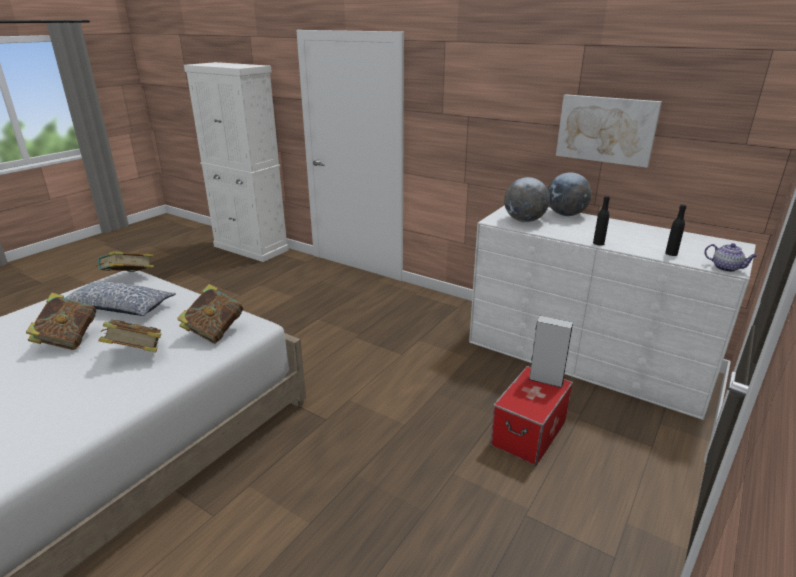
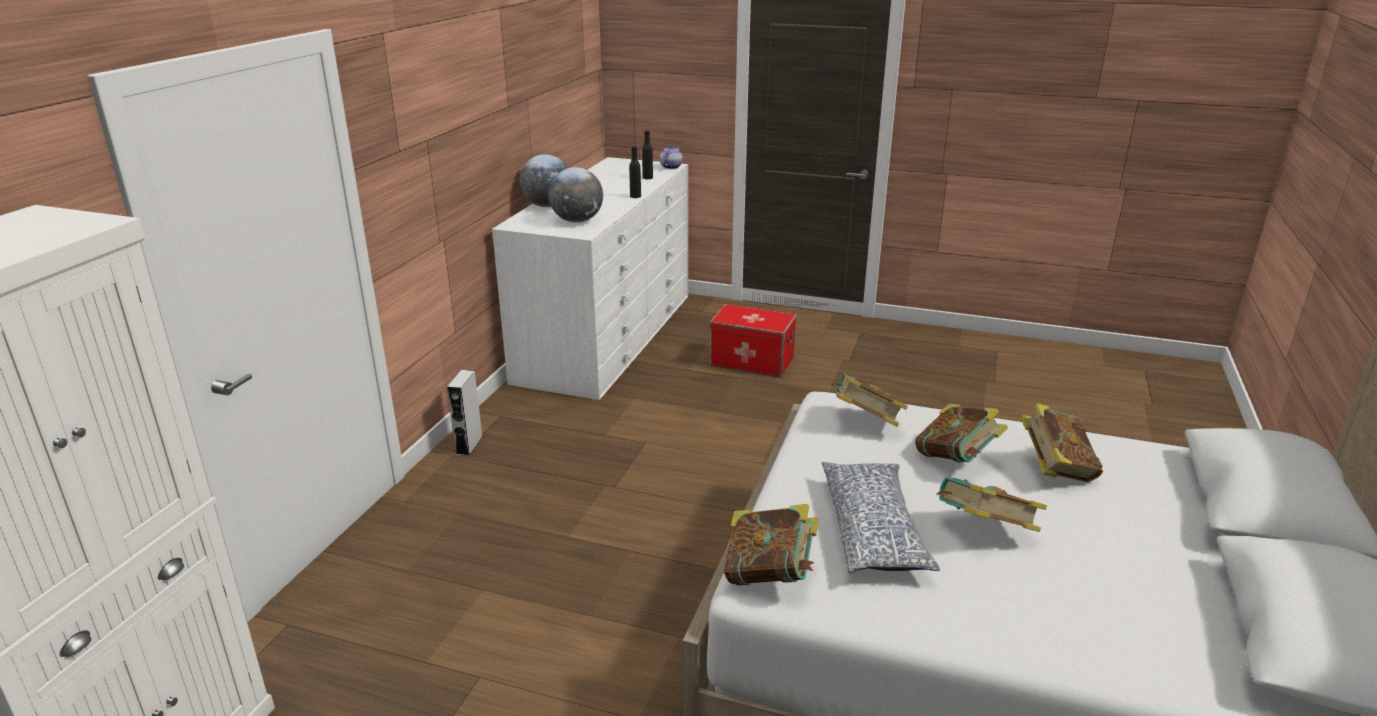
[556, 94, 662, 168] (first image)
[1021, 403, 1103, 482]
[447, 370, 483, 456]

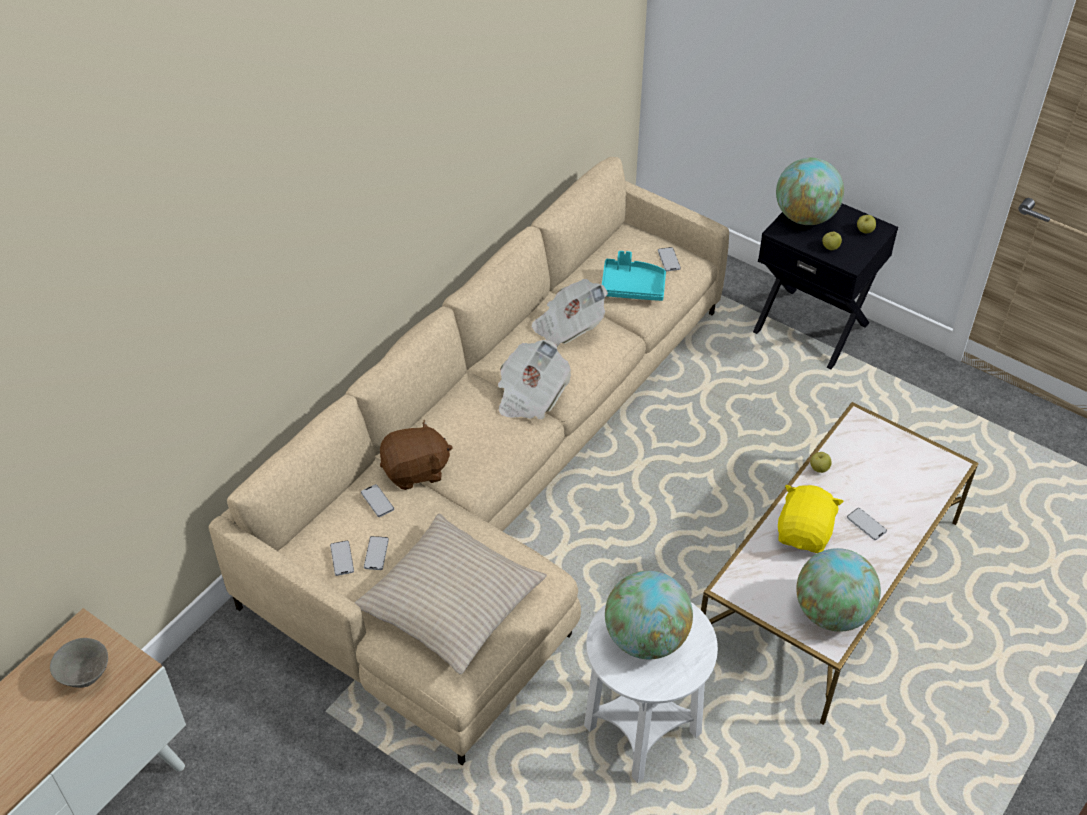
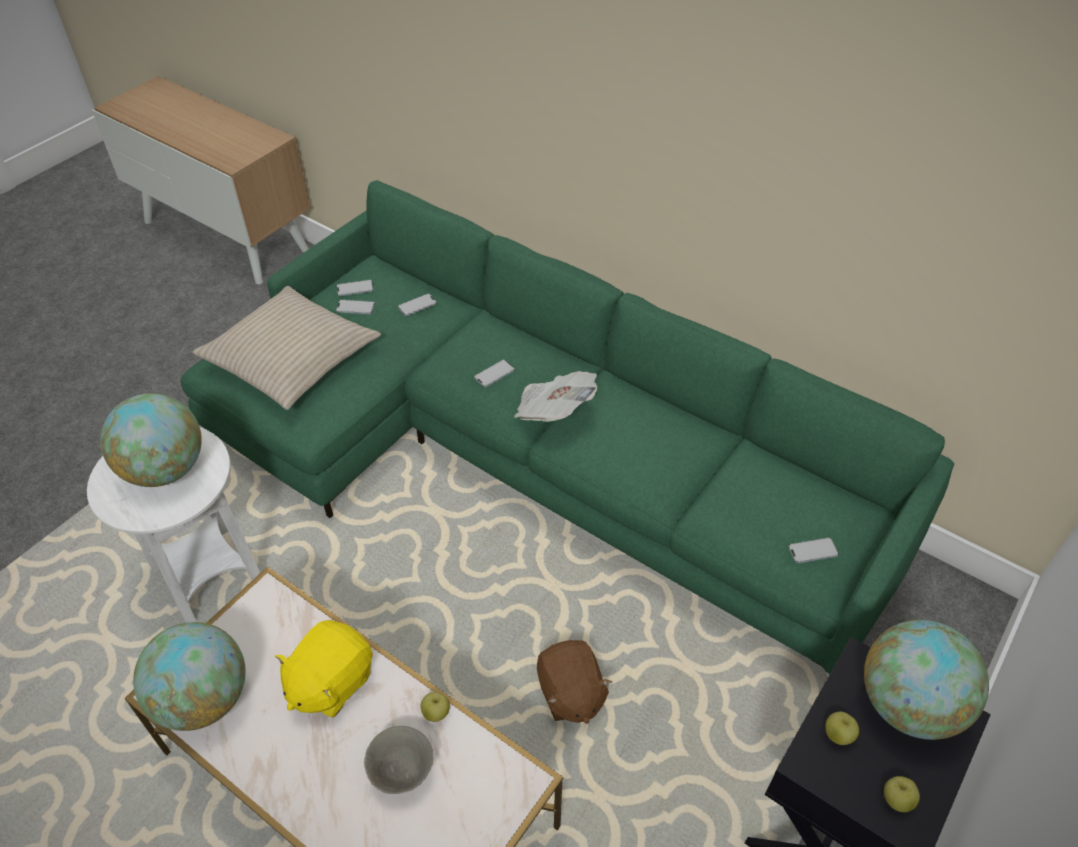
[532, 279, 608, 347] (first image)
[602, 251, 666, 301] (first image)
[364, 726, 433, 794]
[537, 640, 612, 724]
[474, 360, 515, 387]
[181, 180, 954, 674]
[275, 620, 373, 718]

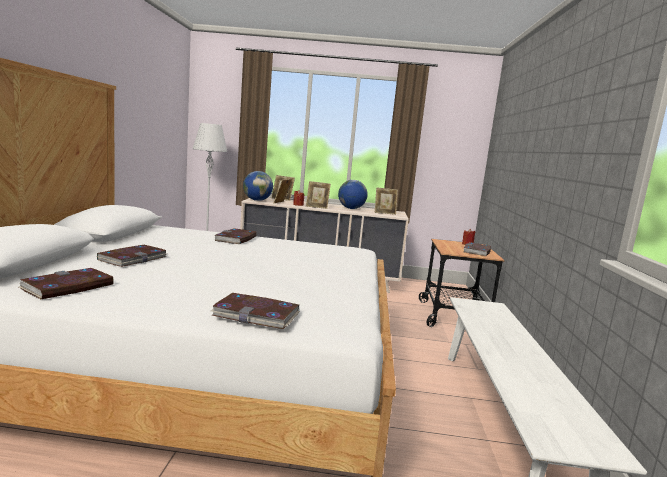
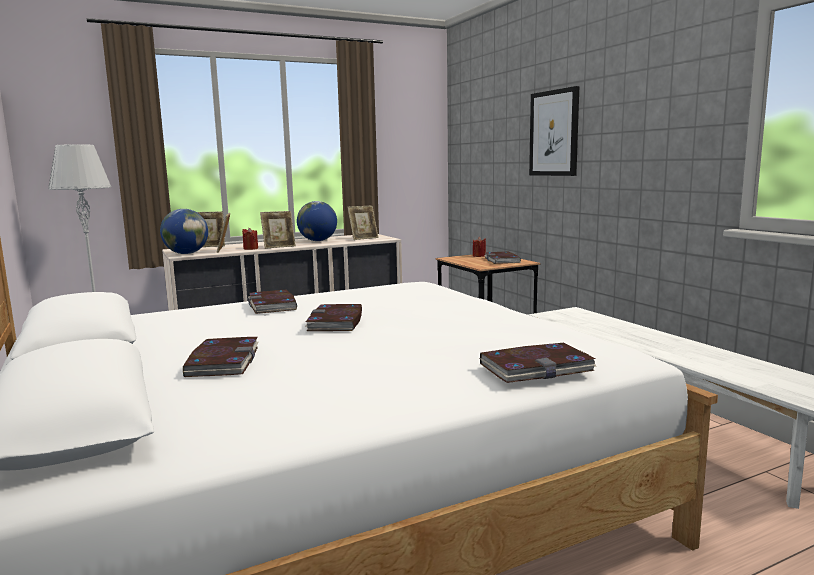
[529, 86, 579, 176]
[305, 304, 362, 331]

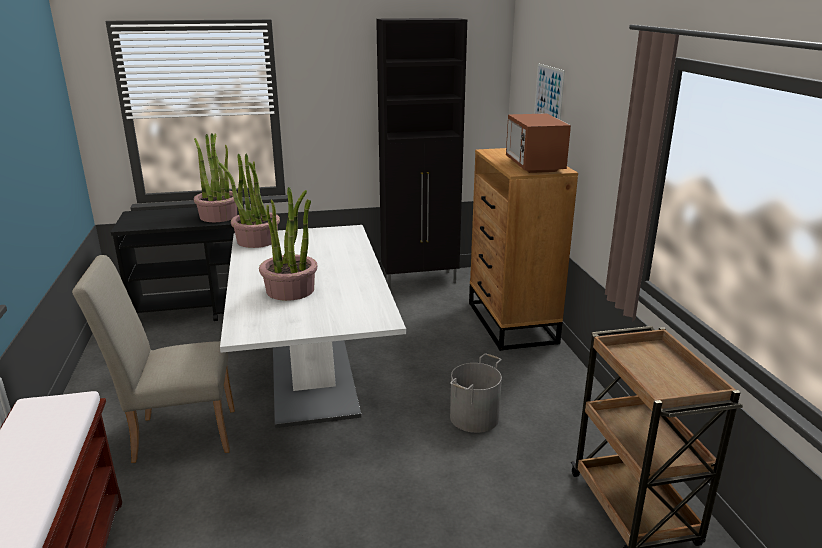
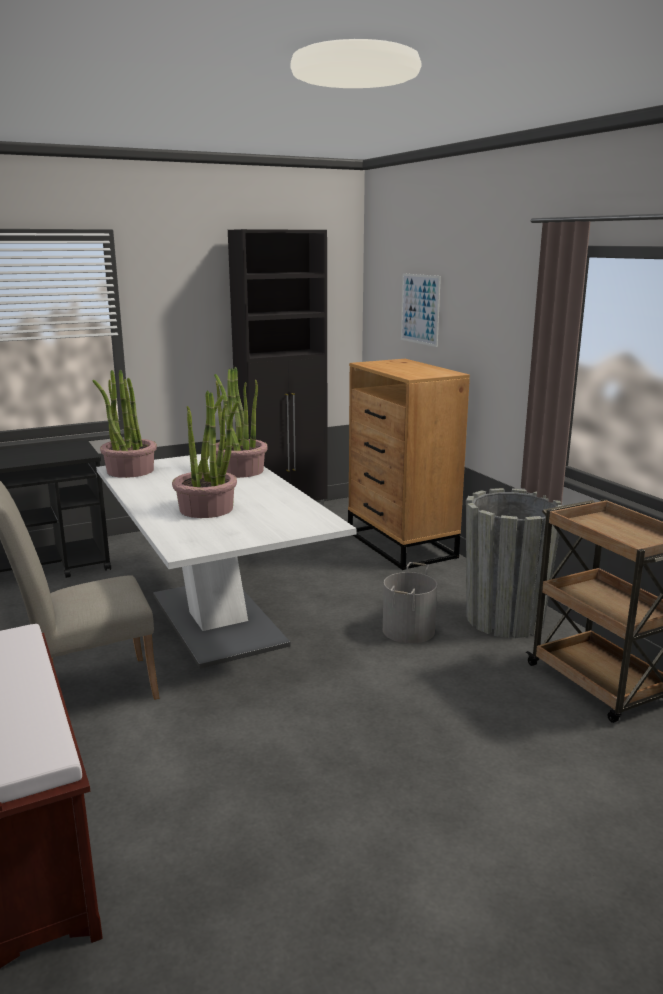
[506, 113, 571, 173] (first image)
[466, 488, 563, 638]
[214, 367, 268, 478]

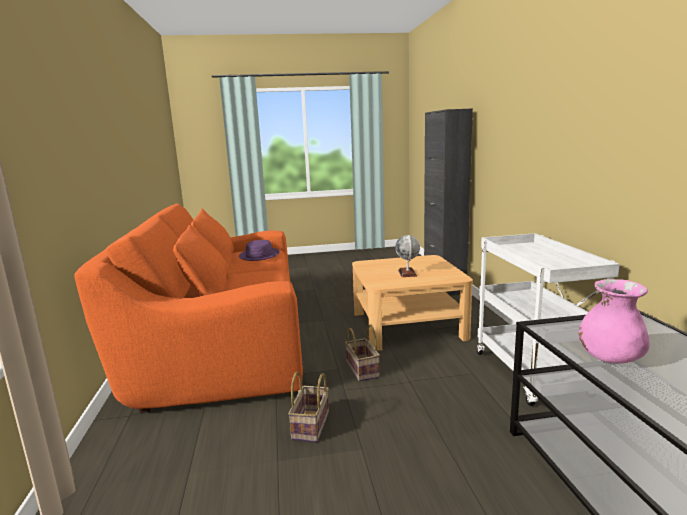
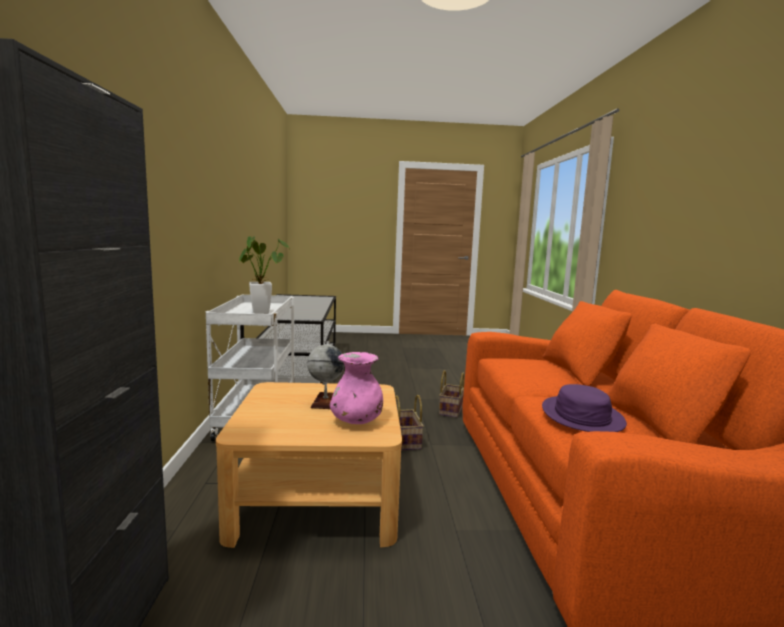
[239, 236, 290, 314]
[330, 352, 383, 424]

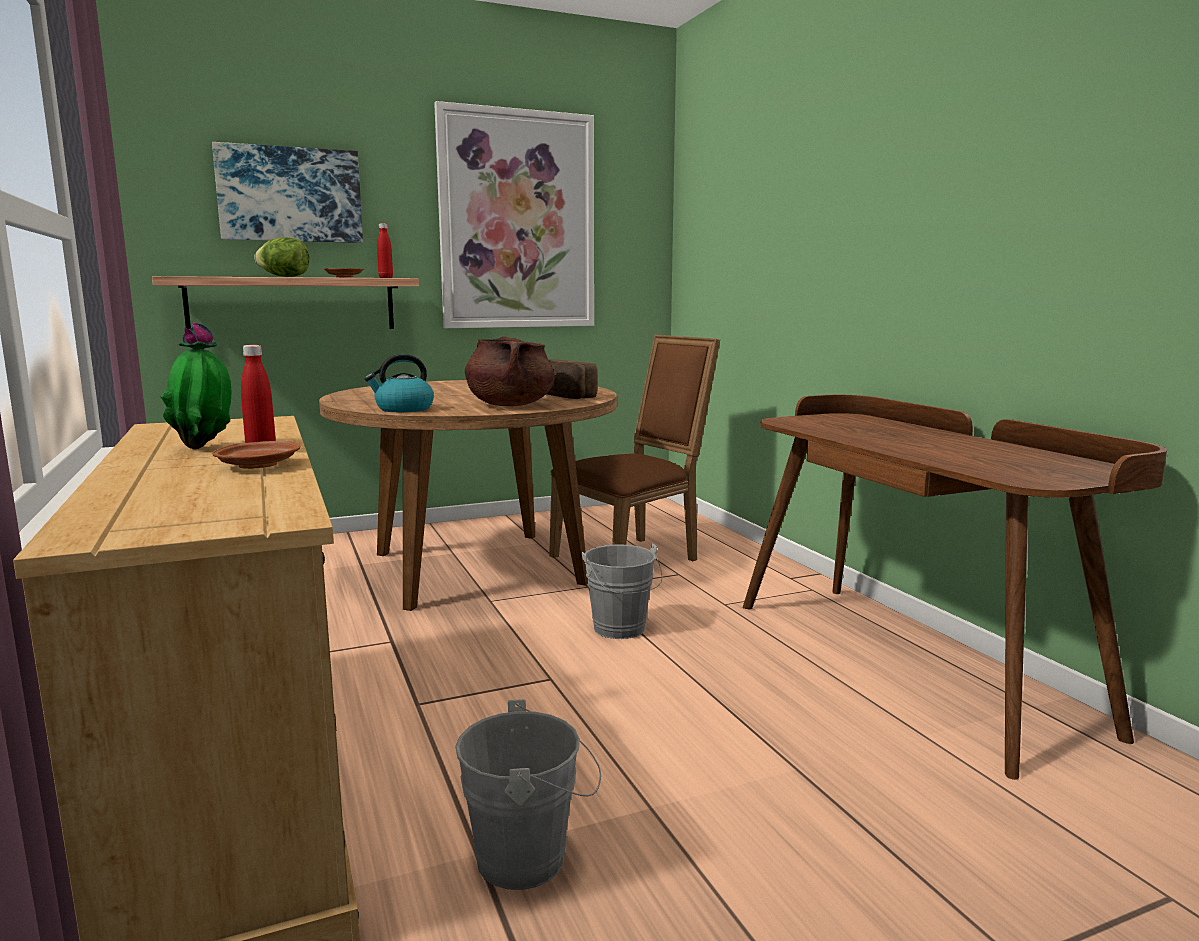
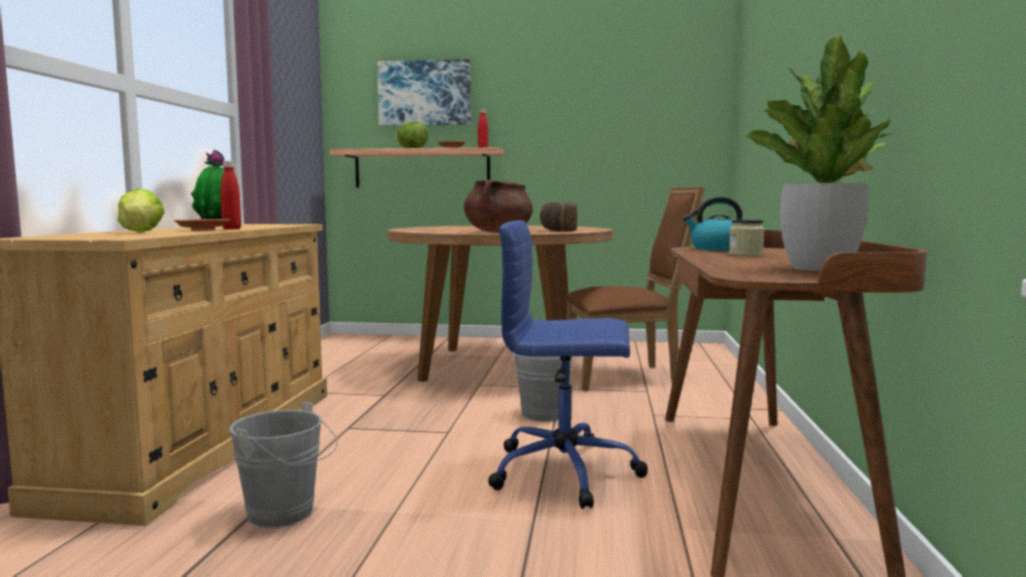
[434, 101, 594, 328] (first image)
[118, 188, 165, 232]
[488, 220, 648, 509]
[729, 219, 764, 256]
[746, 34, 897, 271]
[683, 197, 743, 251]

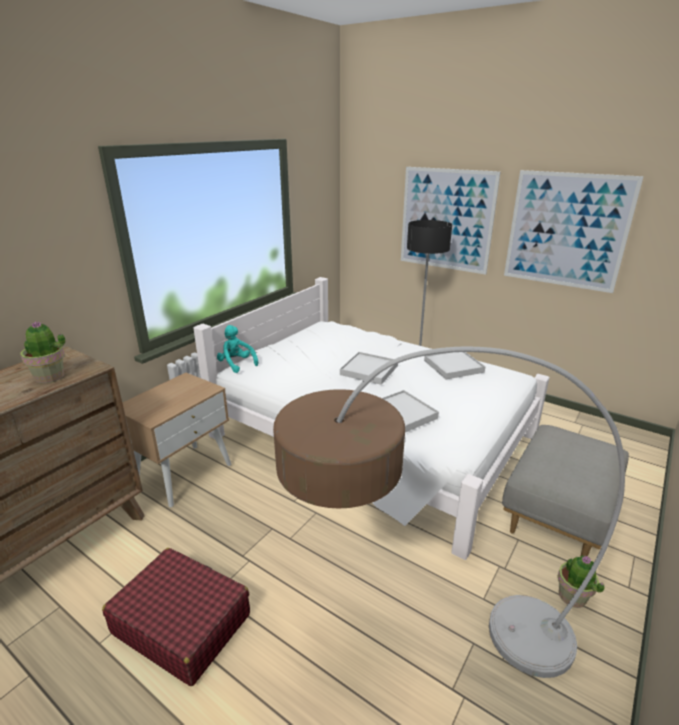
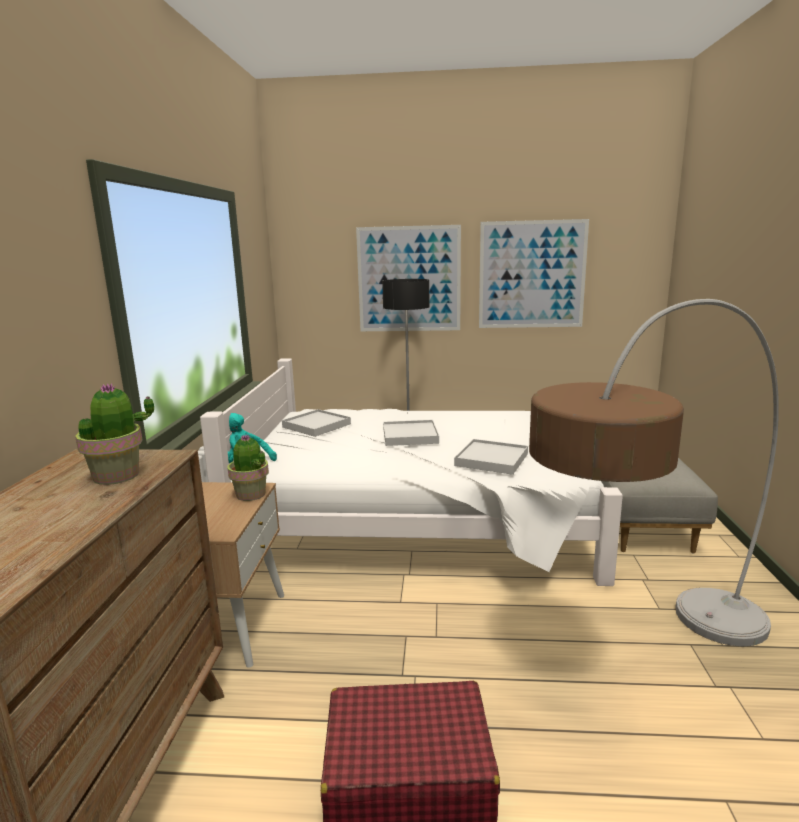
[282, 409, 351, 437]
[227, 434, 269, 501]

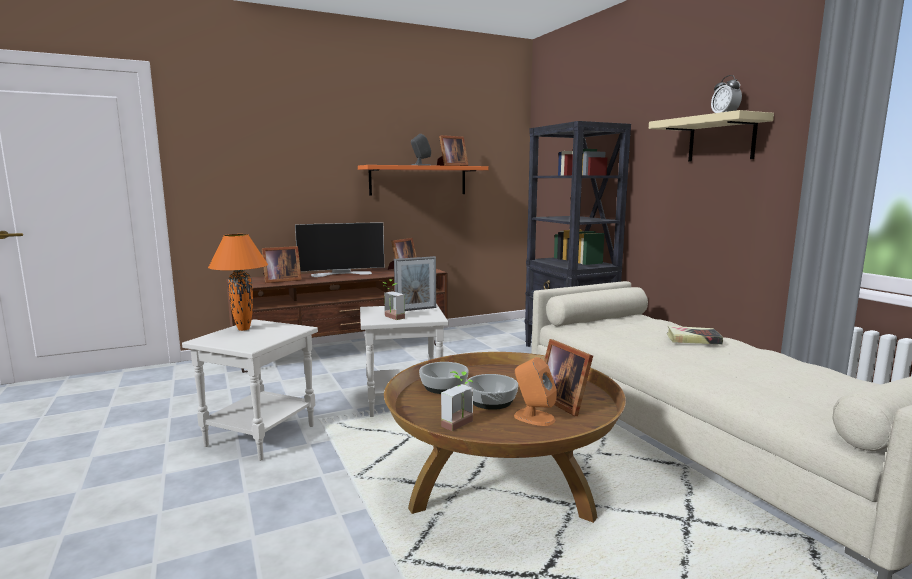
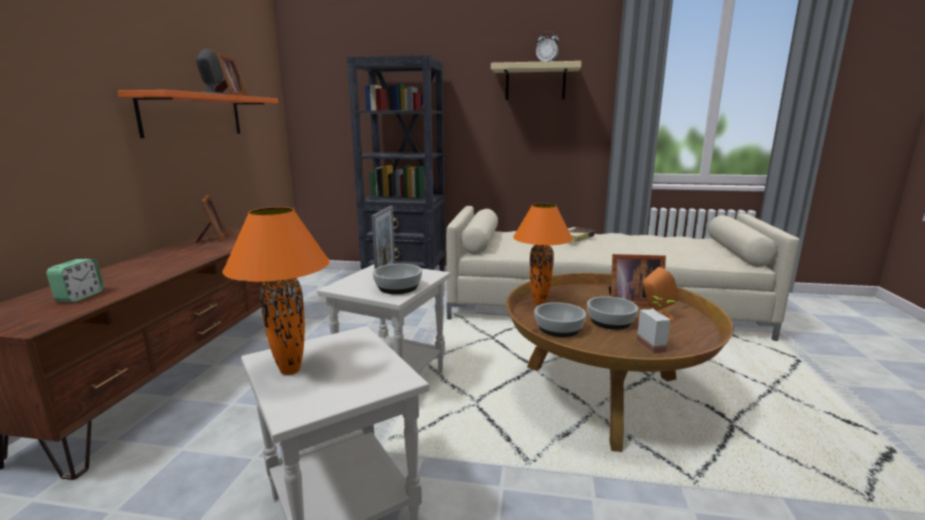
[295, 223, 384, 277] (first image)
[513, 203, 573, 305]
[46, 259, 104, 302]
[373, 264, 422, 294]

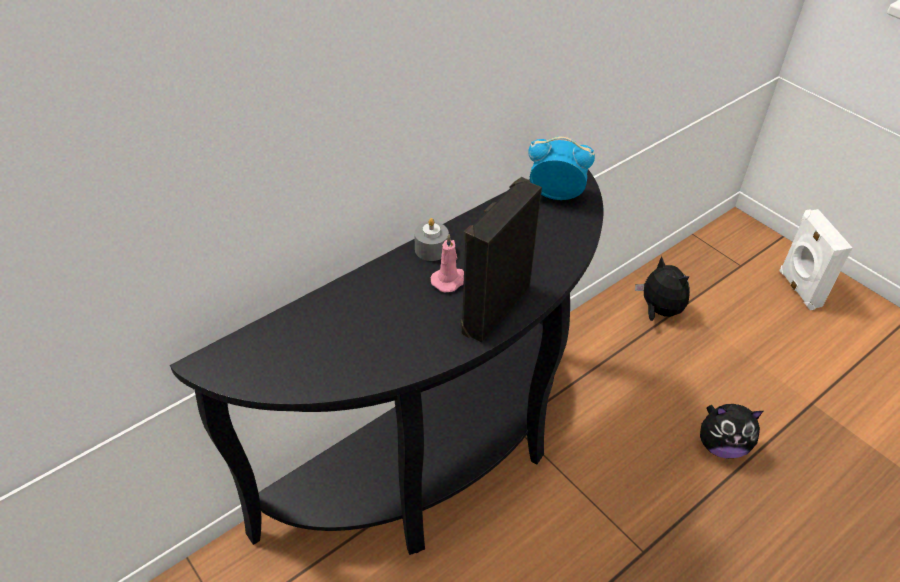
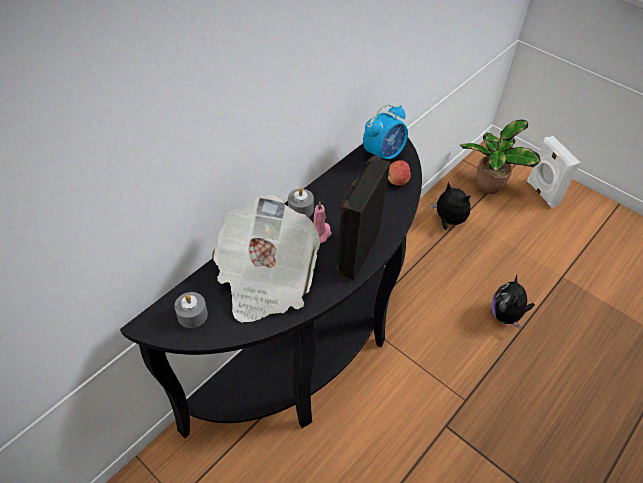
[174, 292, 208, 328]
[212, 195, 320, 323]
[388, 160, 411, 186]
[460, 120, 541, 194]
[363, 104, 408, 159]
[492, 275, 535, 329]

